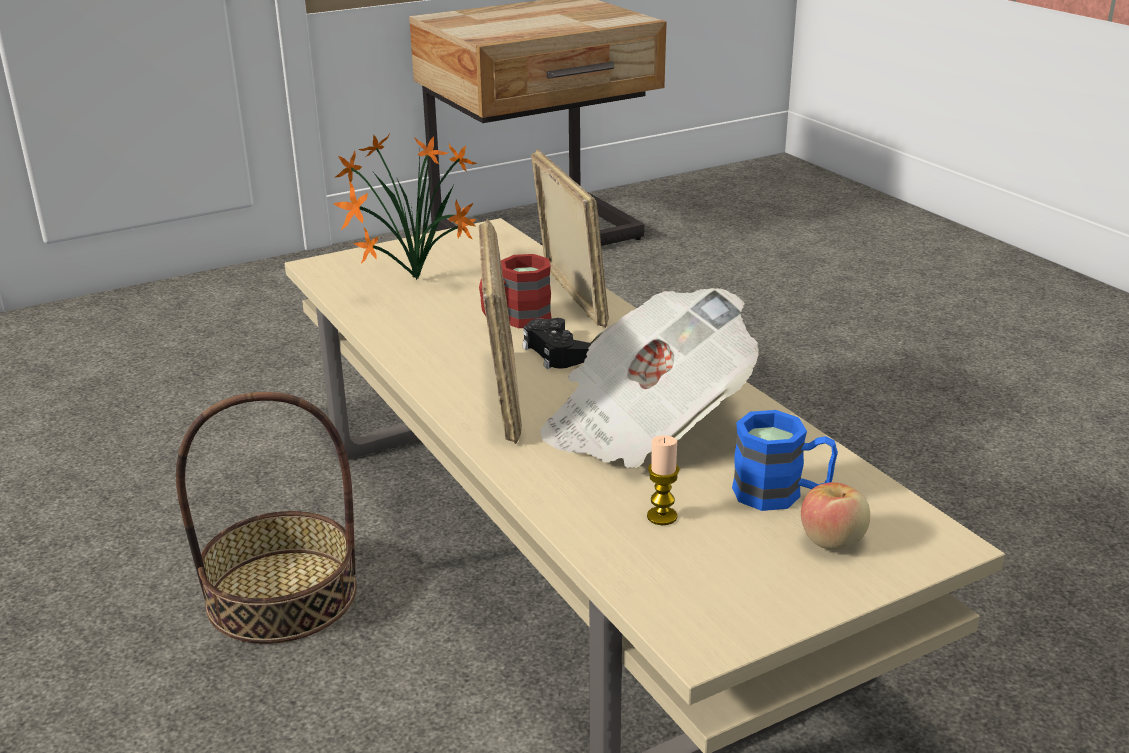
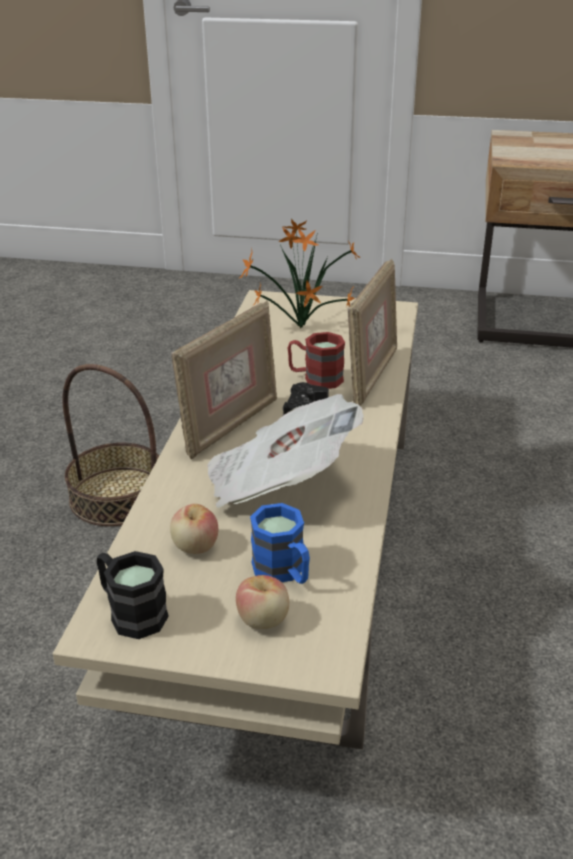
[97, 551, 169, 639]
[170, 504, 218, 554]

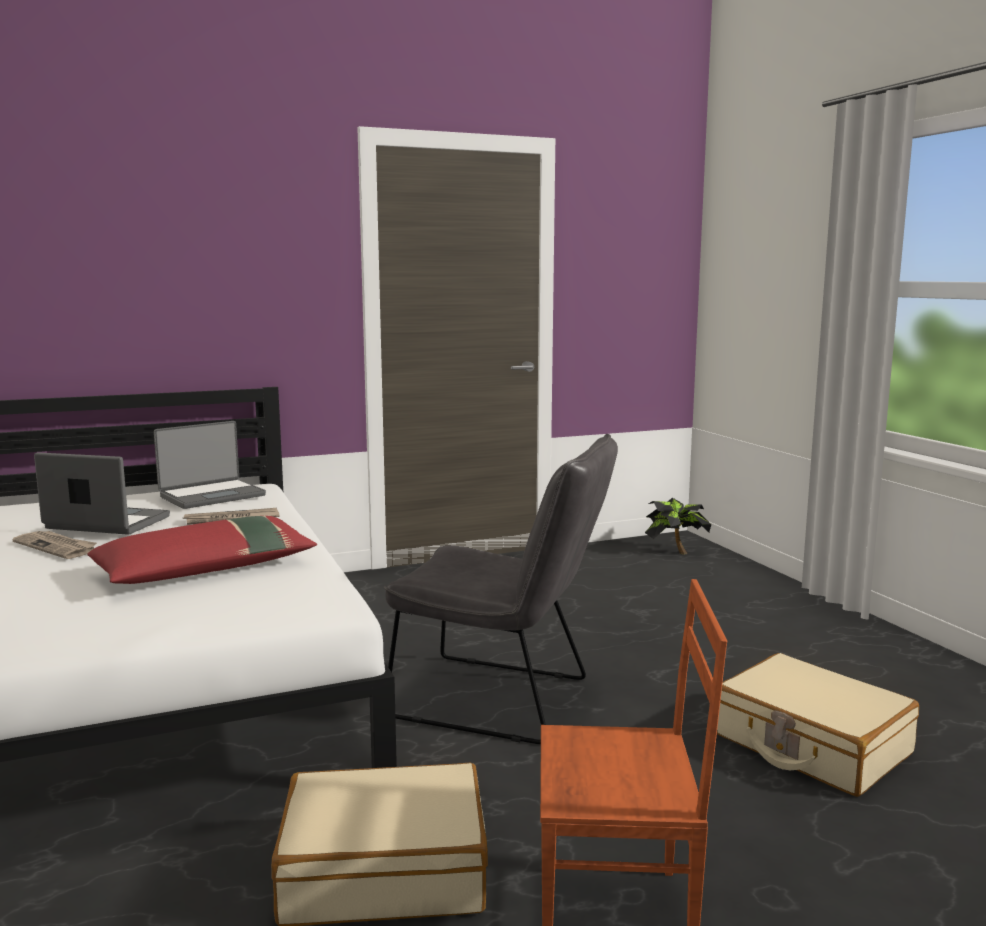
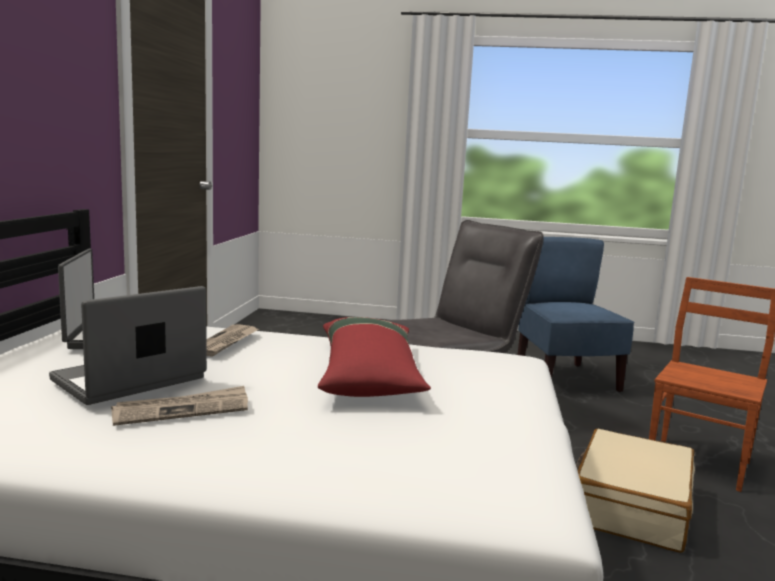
[645, 498, 711, 554] (first image)
[518, 237, 635, 392]

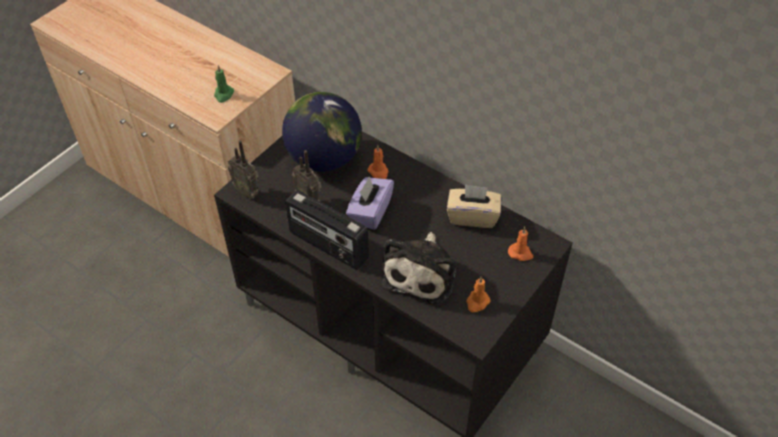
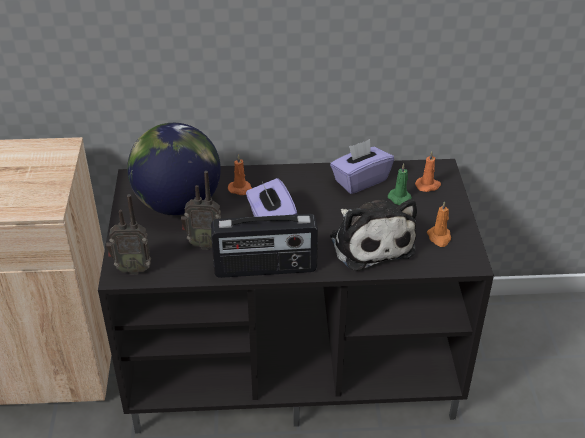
[388, 163, 412, 205]
[330, 139, 394, 194]

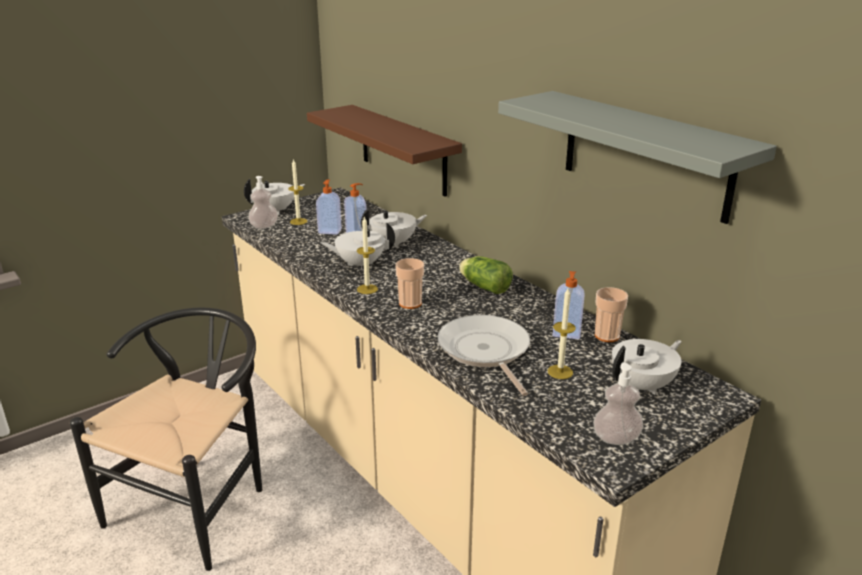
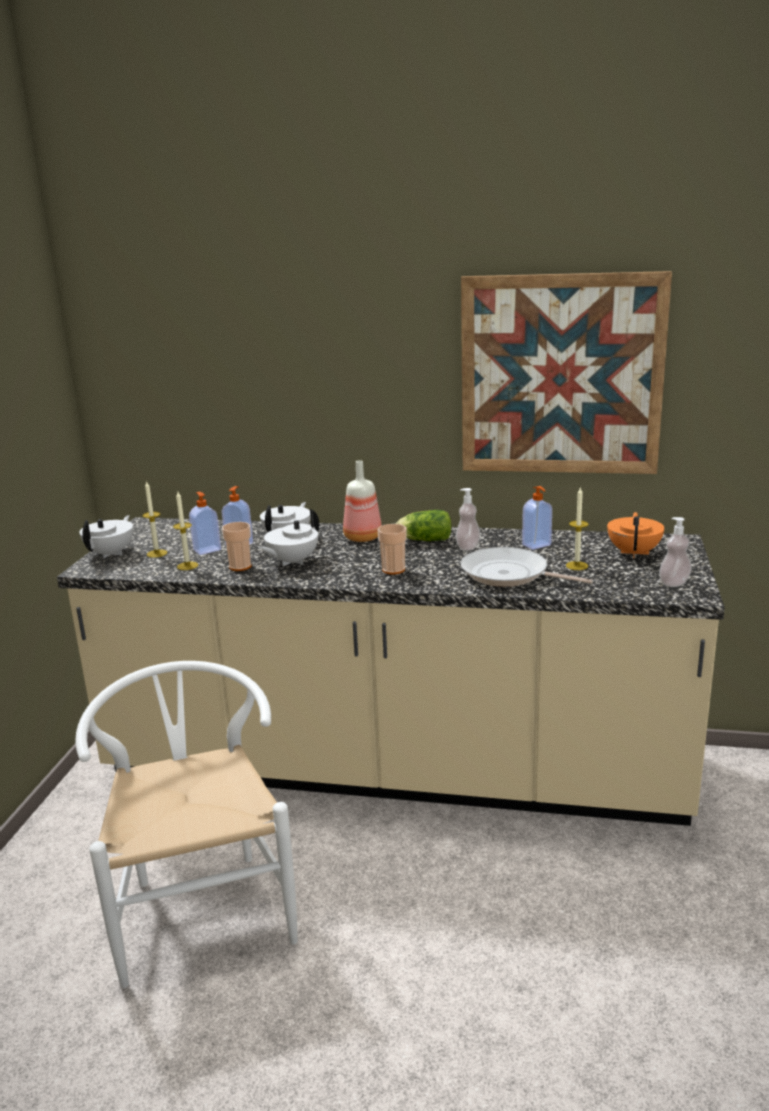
[307, 105, 462, 197] (first image)
[343, 460, 382, 542]
[456, 488, 480, 551]
[173, 492, 198, 570]
[222, 522, 252, 571]
[461, 271, 672, 474]
[75, 661, 298, 988]
[607, 512, 664, 558]

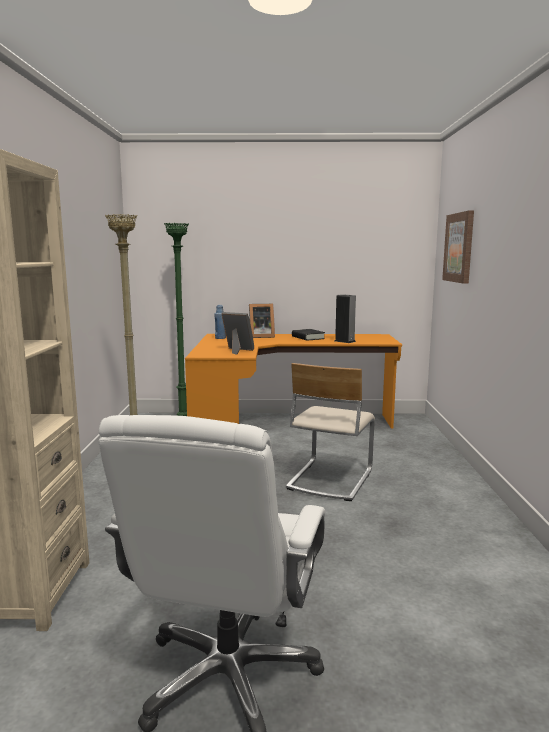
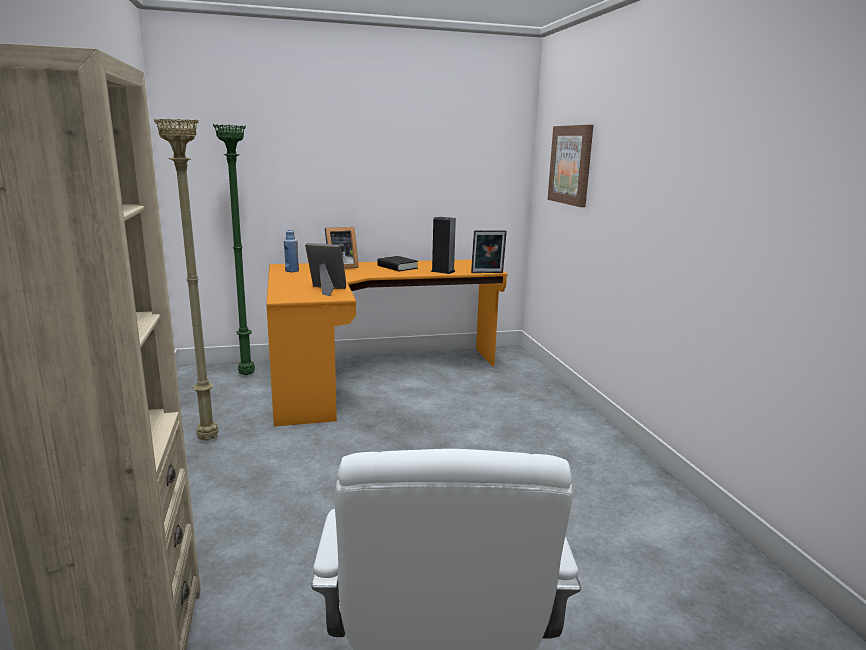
[286, 363, 375, 501] (first image)
[471, 230, 507, 273]

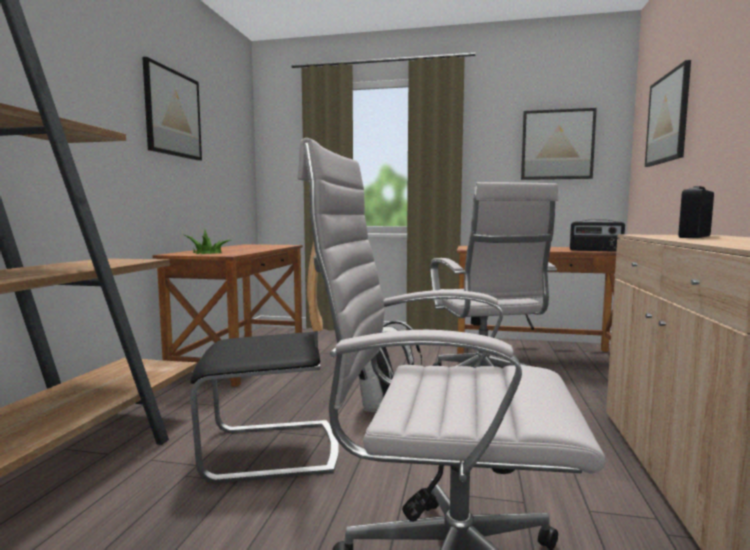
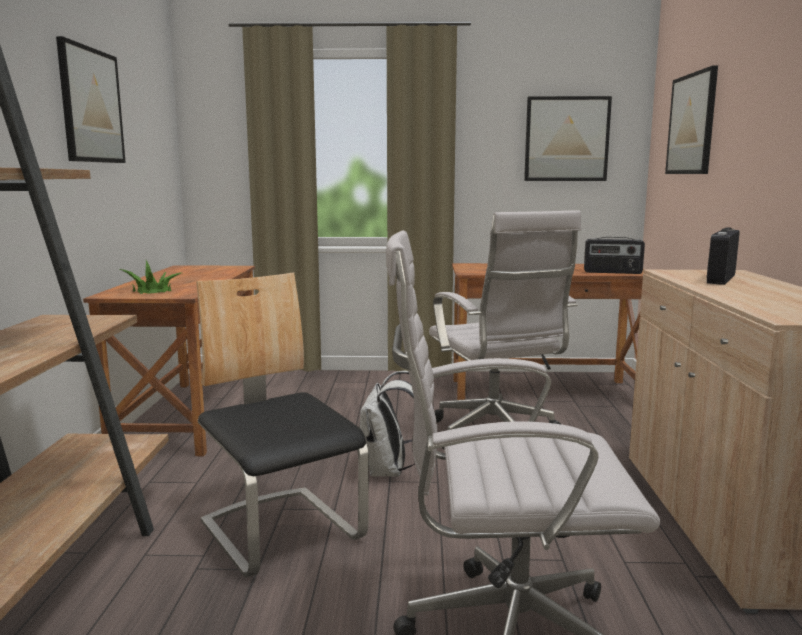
[196, 272, 369, 578]

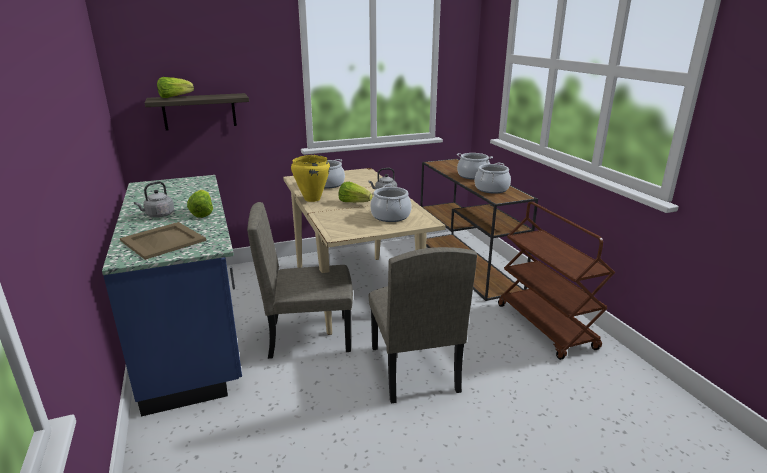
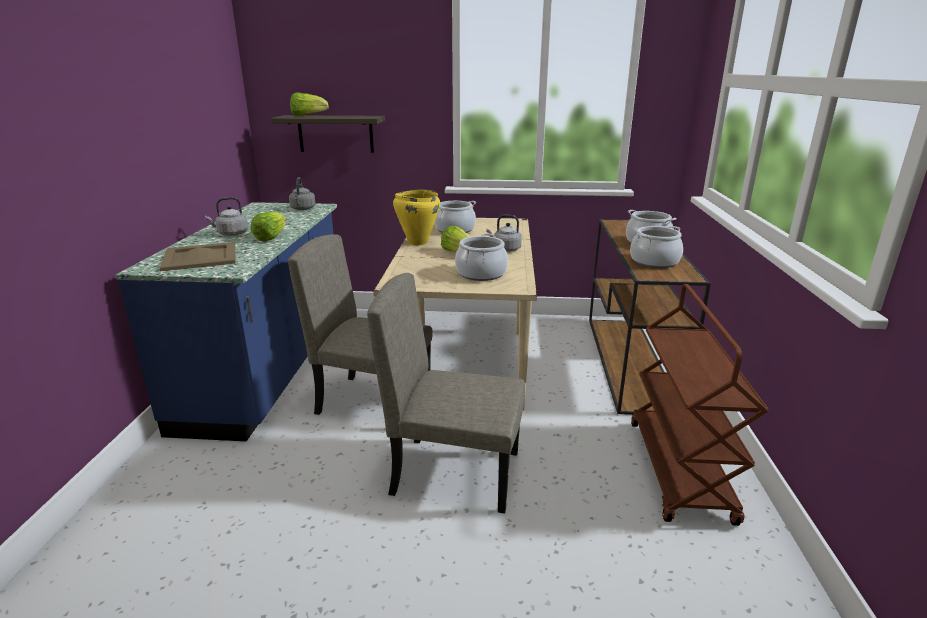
[289, 177, 315, 210]
[367, 273, 525, 514]

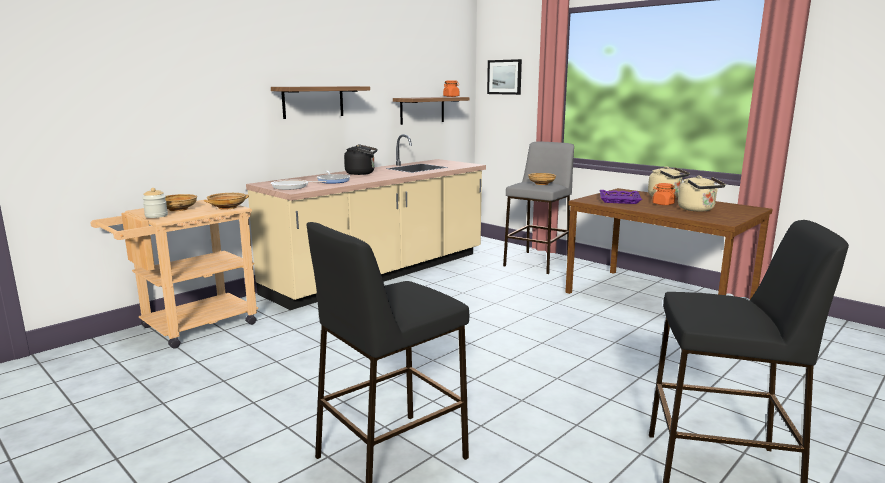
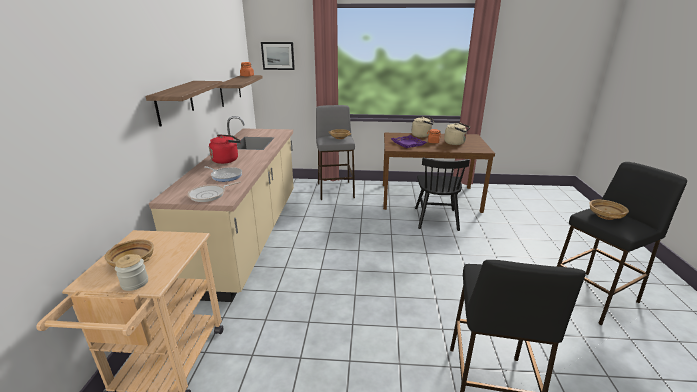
[415, 157, 470, 231]
[589, 199, 629, 220]
[209, 134, 241, 164]

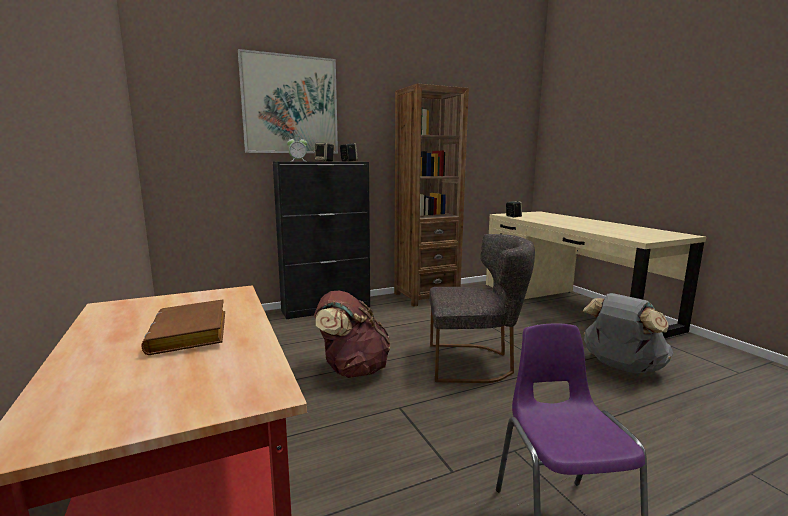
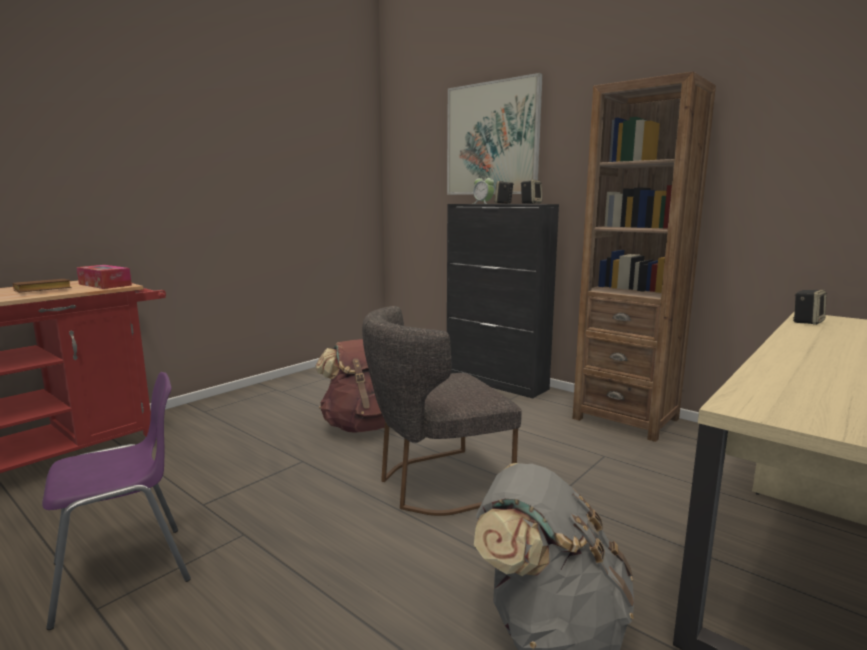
[76, 265, 132, 289]
[362, 306, 522, 516]

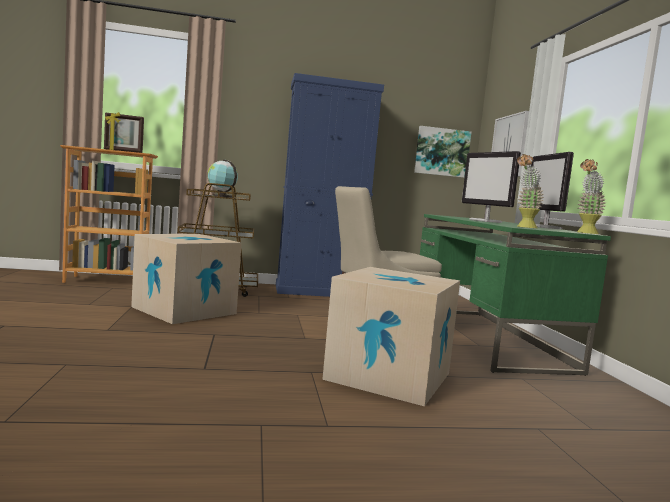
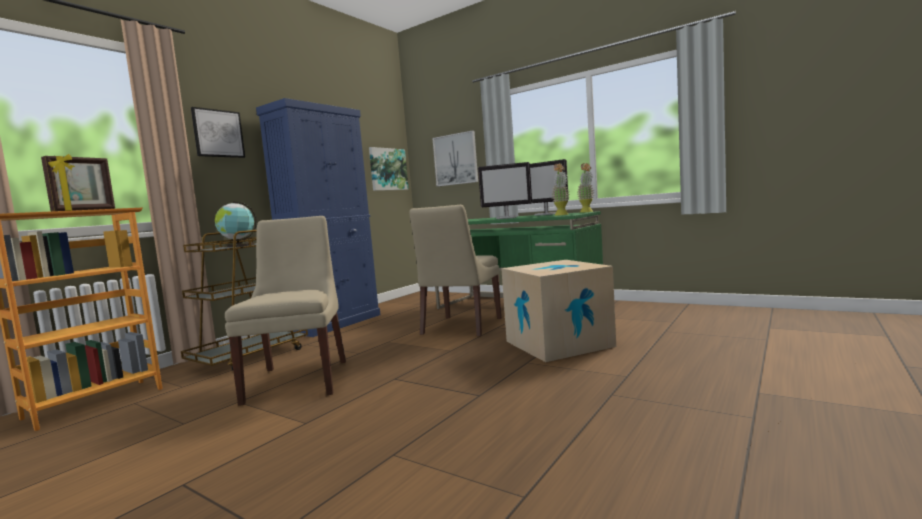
[191, 107, 245, 158]
[225, 216, 346, 406]

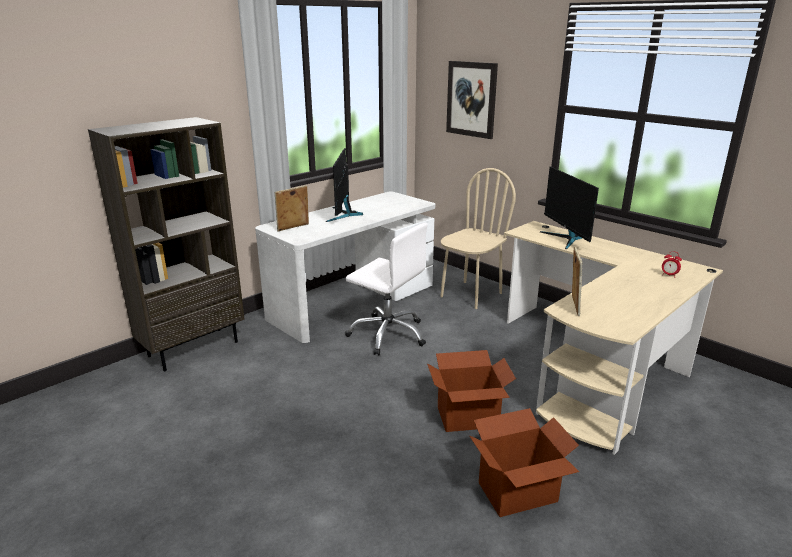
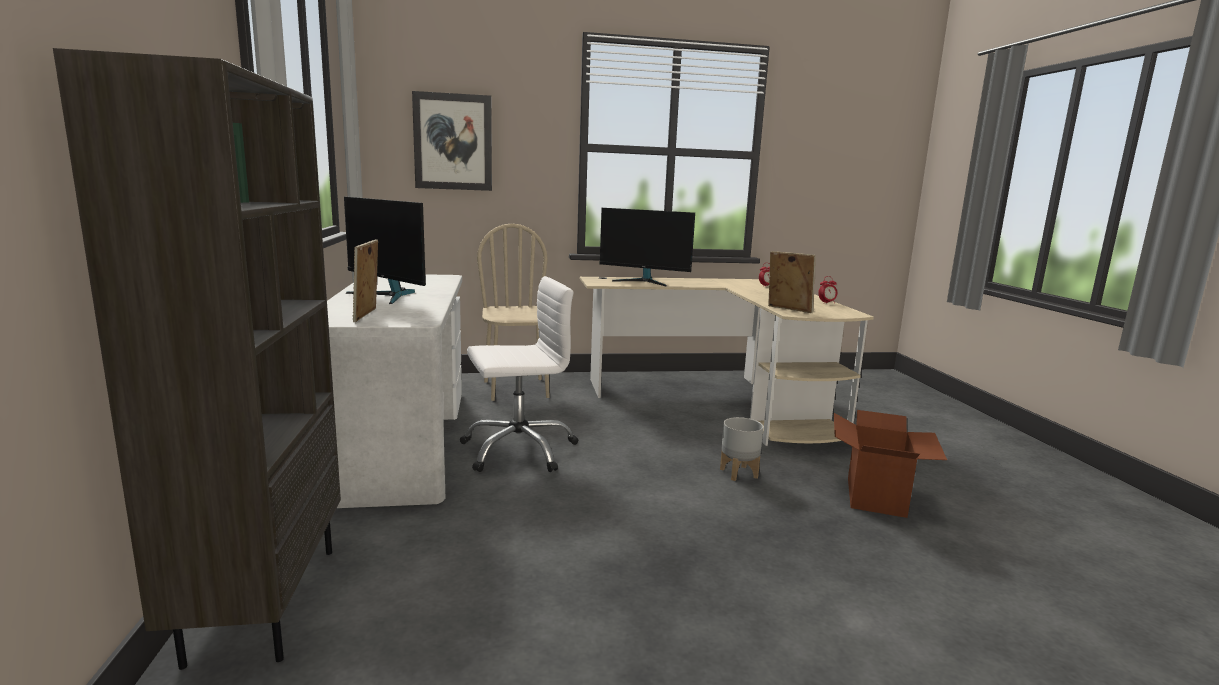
[818, 276, 837, 304]
[720, 417, 763, 481]

